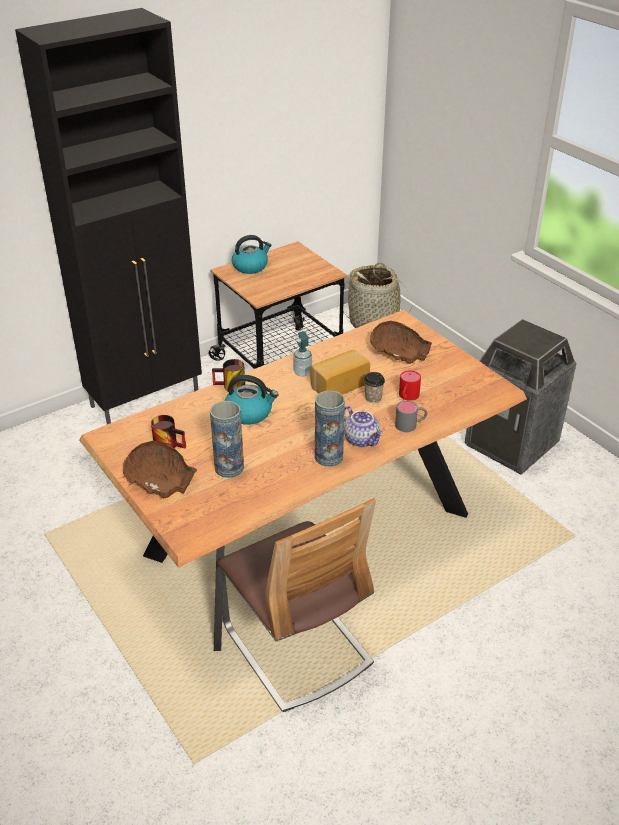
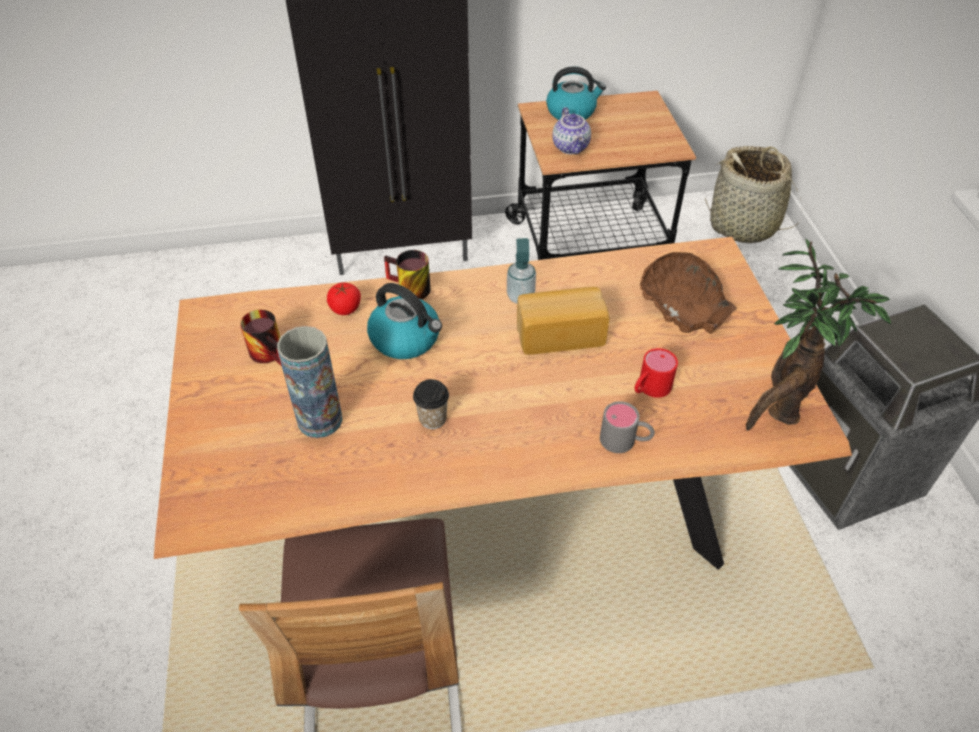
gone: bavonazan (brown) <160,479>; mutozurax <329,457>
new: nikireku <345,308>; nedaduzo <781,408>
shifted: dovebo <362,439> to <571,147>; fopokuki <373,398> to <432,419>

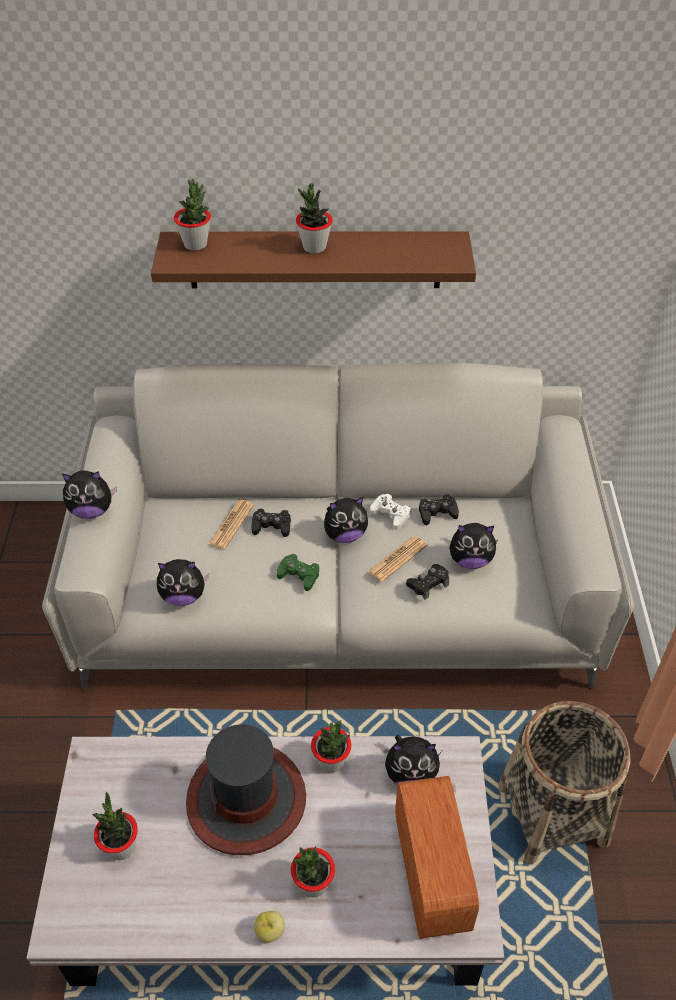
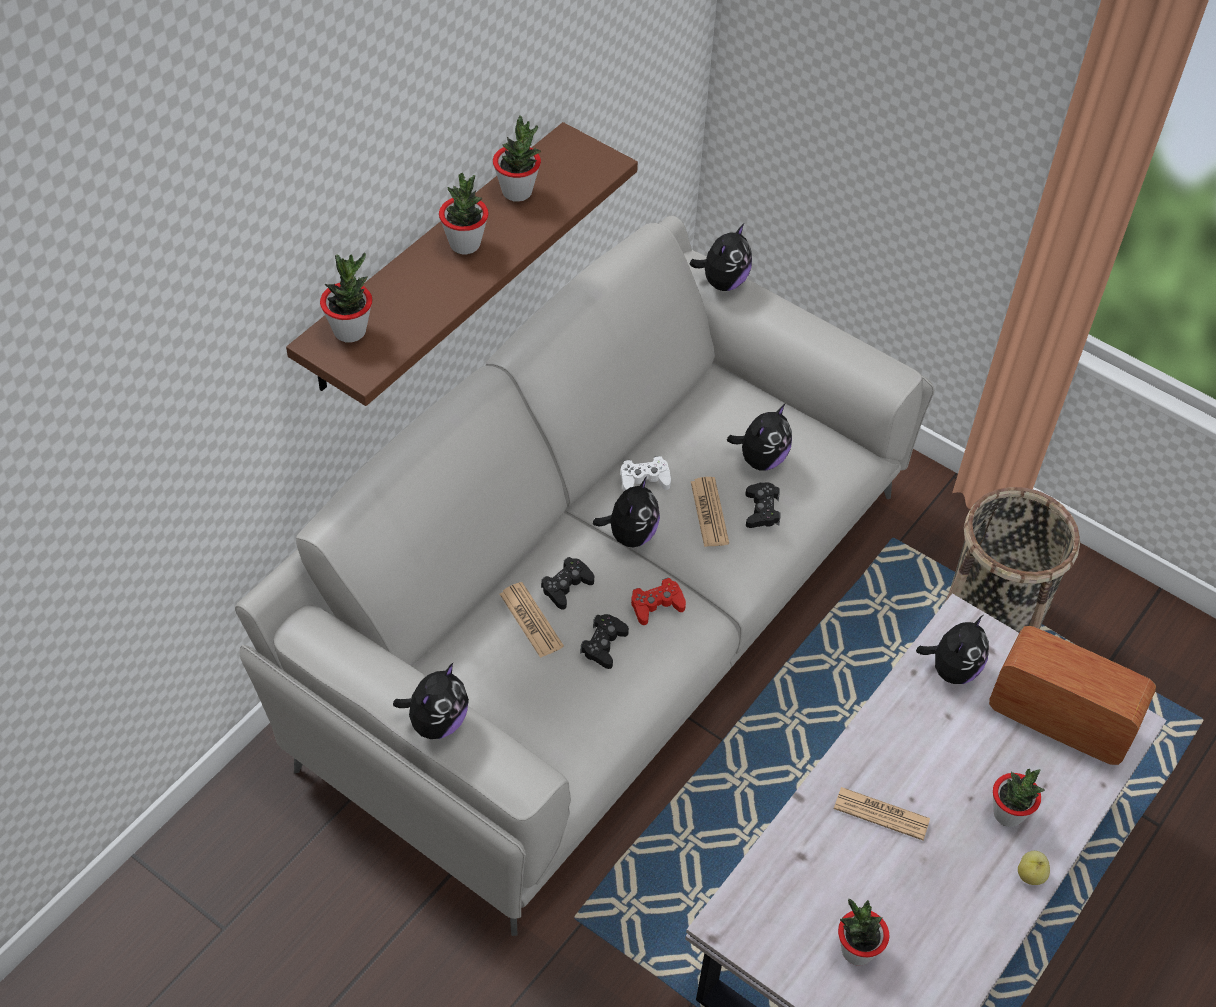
shifted: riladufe <183,596> to <723,282>; nedaduzo <331,762> to <517,192>; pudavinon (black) <437,513> to <603,645>
swapped: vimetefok <247,798> to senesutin <881,814>
repainted: pudavinon (green) <299,575> to pudavinon (red) <656,605>

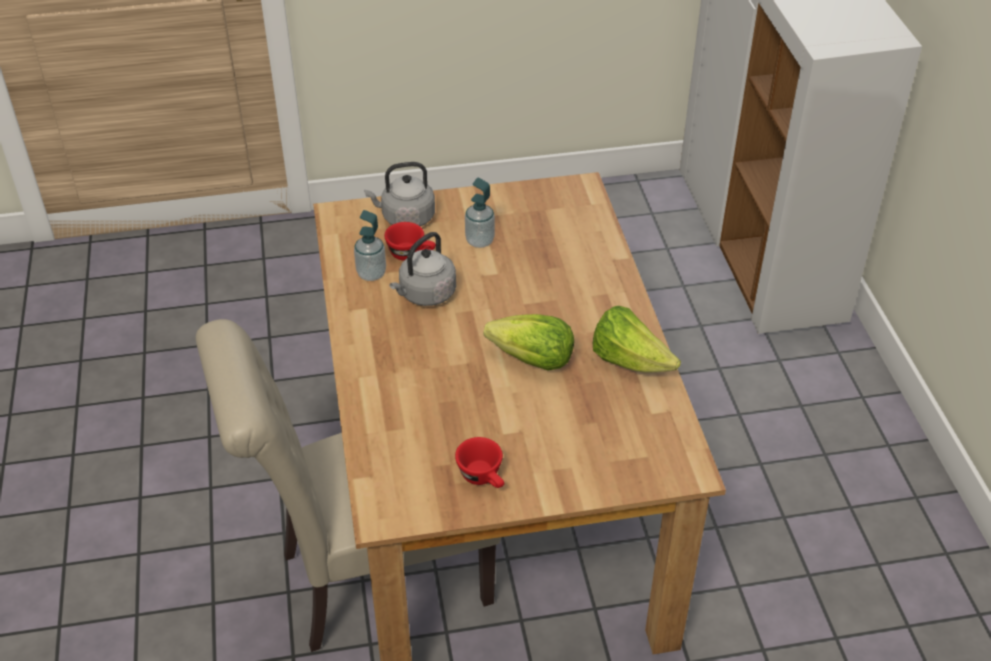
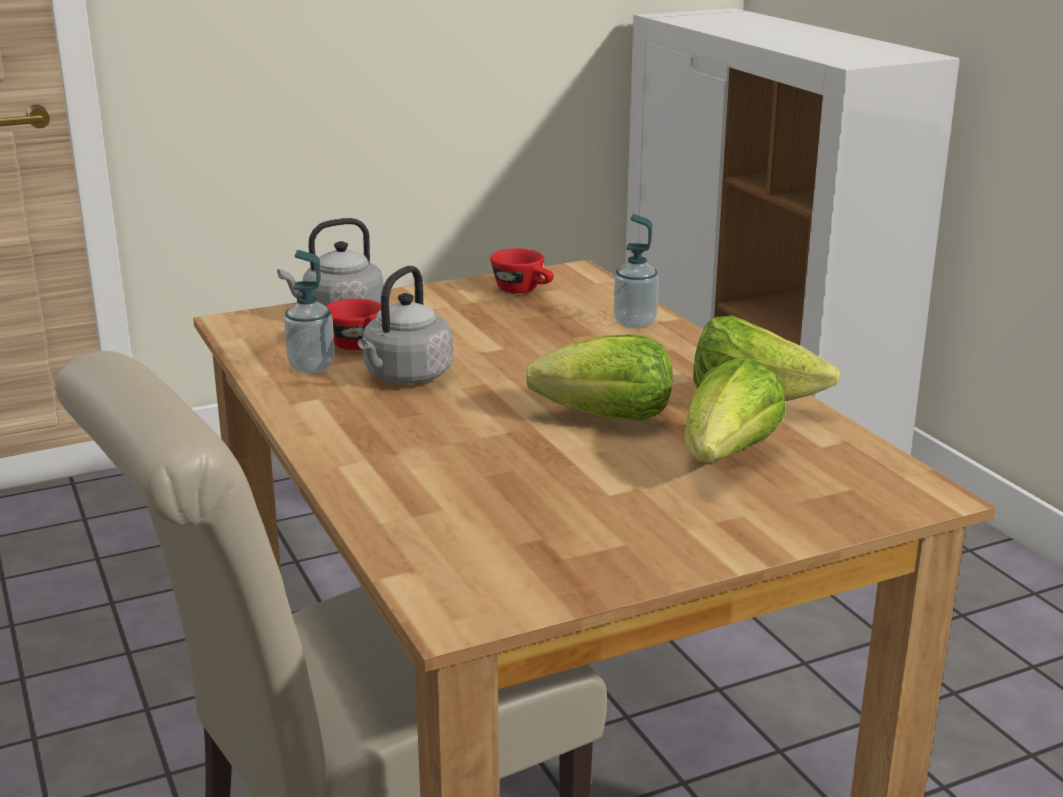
new: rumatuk <727,458>
shifted: fopokuki (red) <484,478> to <524,290>; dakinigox <480,241> to <634,323>

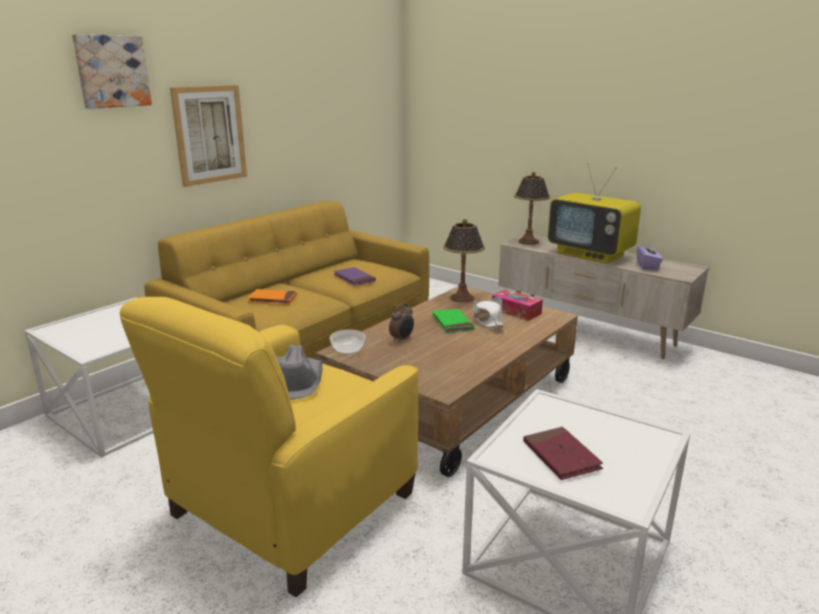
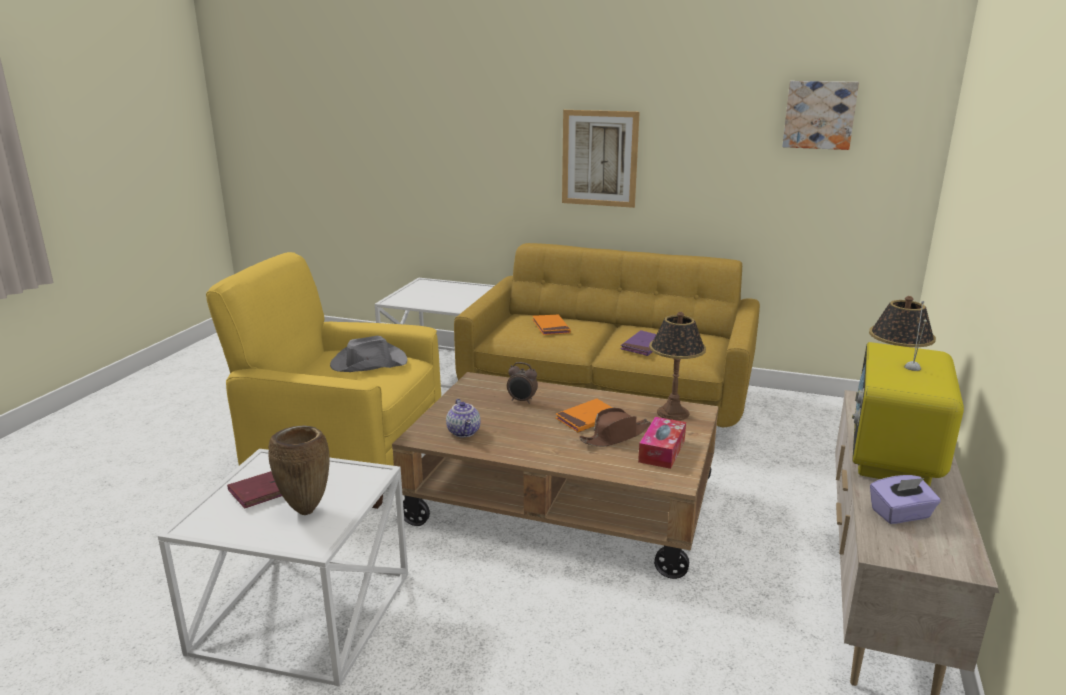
gone: bavonazan <347,349>
new: mutozurax (brown) <306,510>; dovebo <464,432>
shifted: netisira <111,71> to <819,115>
repainted: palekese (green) <452,323> to palekese (orange) <587,418>; vimetefok (white) <487,320> to vimetefok (brown) <615,436>

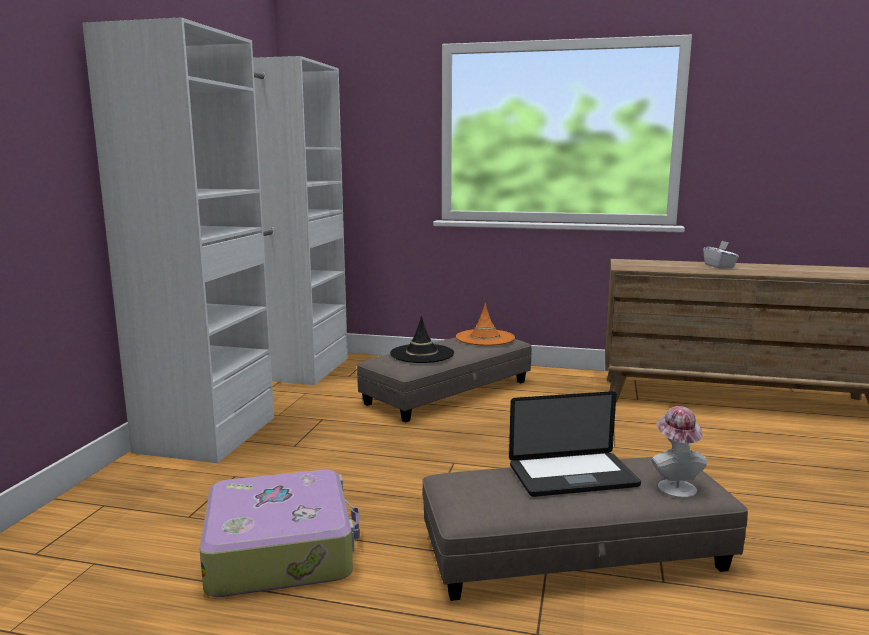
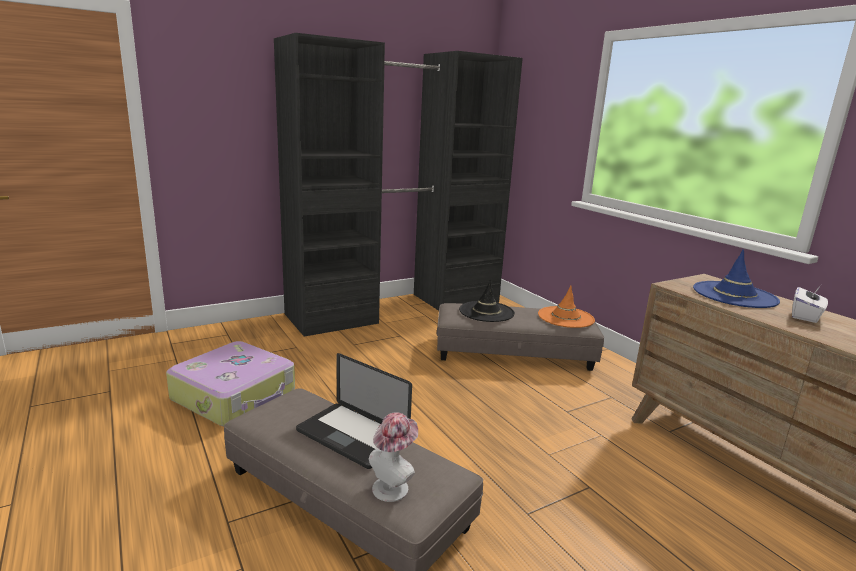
new: vimetefok (blue) <734,295>
repainted: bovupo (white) <260,396> to bovupo (black) <398,307>

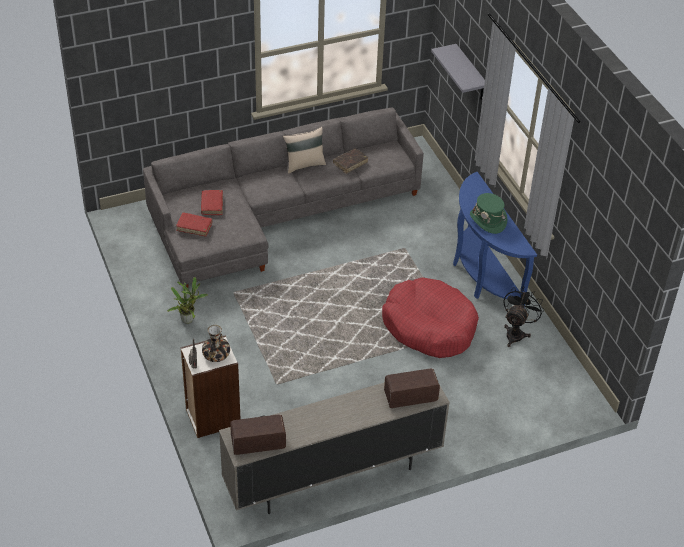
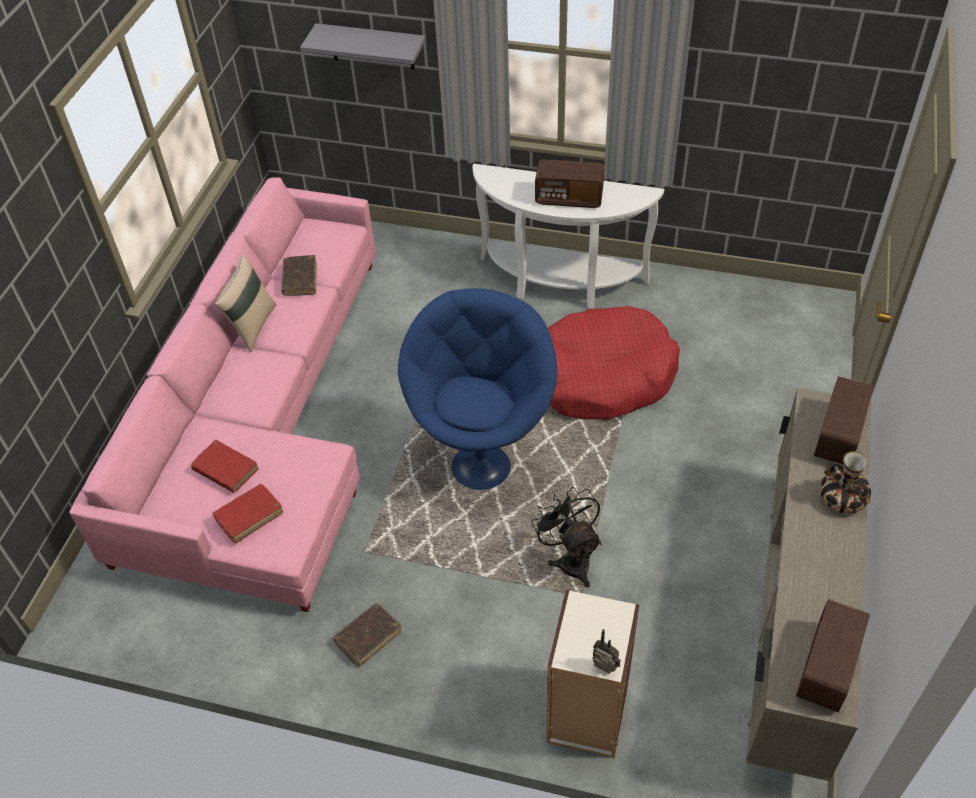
new: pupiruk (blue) <482,465>
shifted: mutozurax <216,355> to <842,499>; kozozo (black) <516,333> to <570,559>
swapped: nedaduzo <188,319> to palekese (brown) <368,637>; vimetefok (green) <488,220> to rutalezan <569,198>
repainted: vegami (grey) <273,214> to vegami (pink) <262,424>; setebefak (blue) <481,276> to setebefak (white) <559,284>

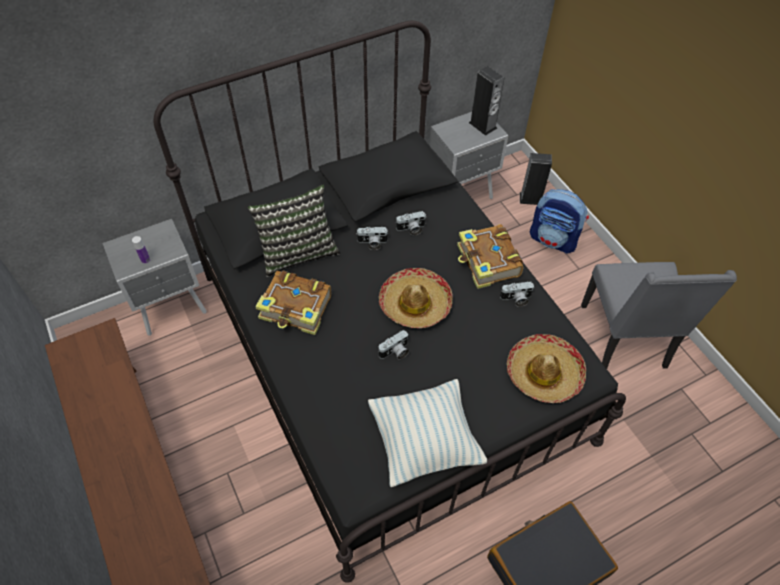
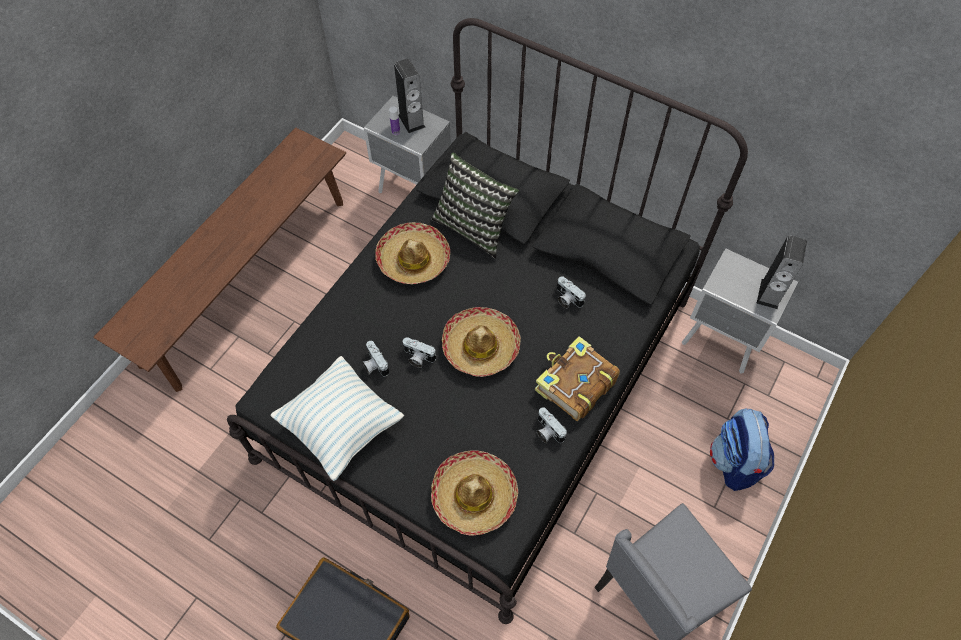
shifted: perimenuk <372,243> to <374,364>; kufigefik <530,198> to <411,121>
swapped: palekese <296,309> to vimetefok <413,259>

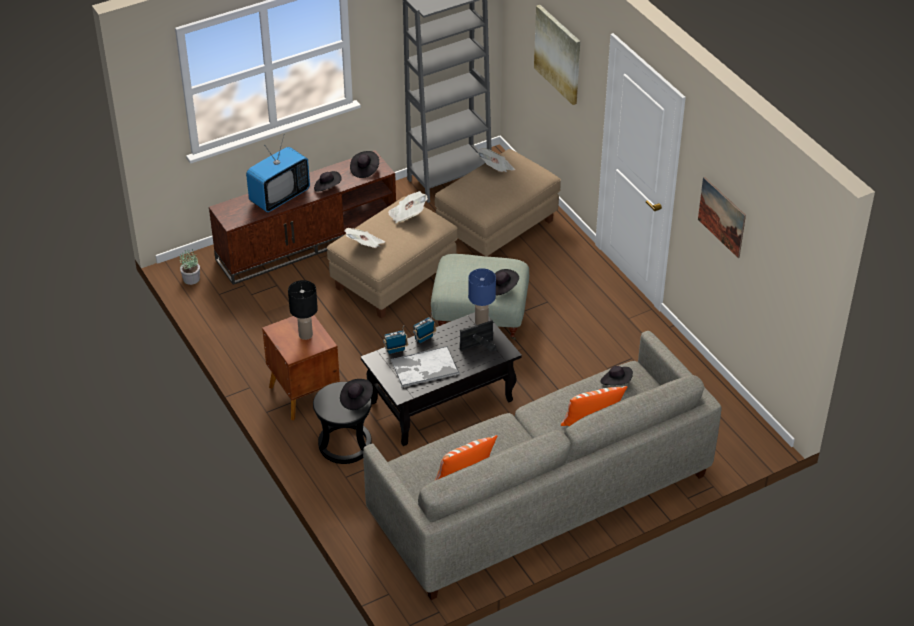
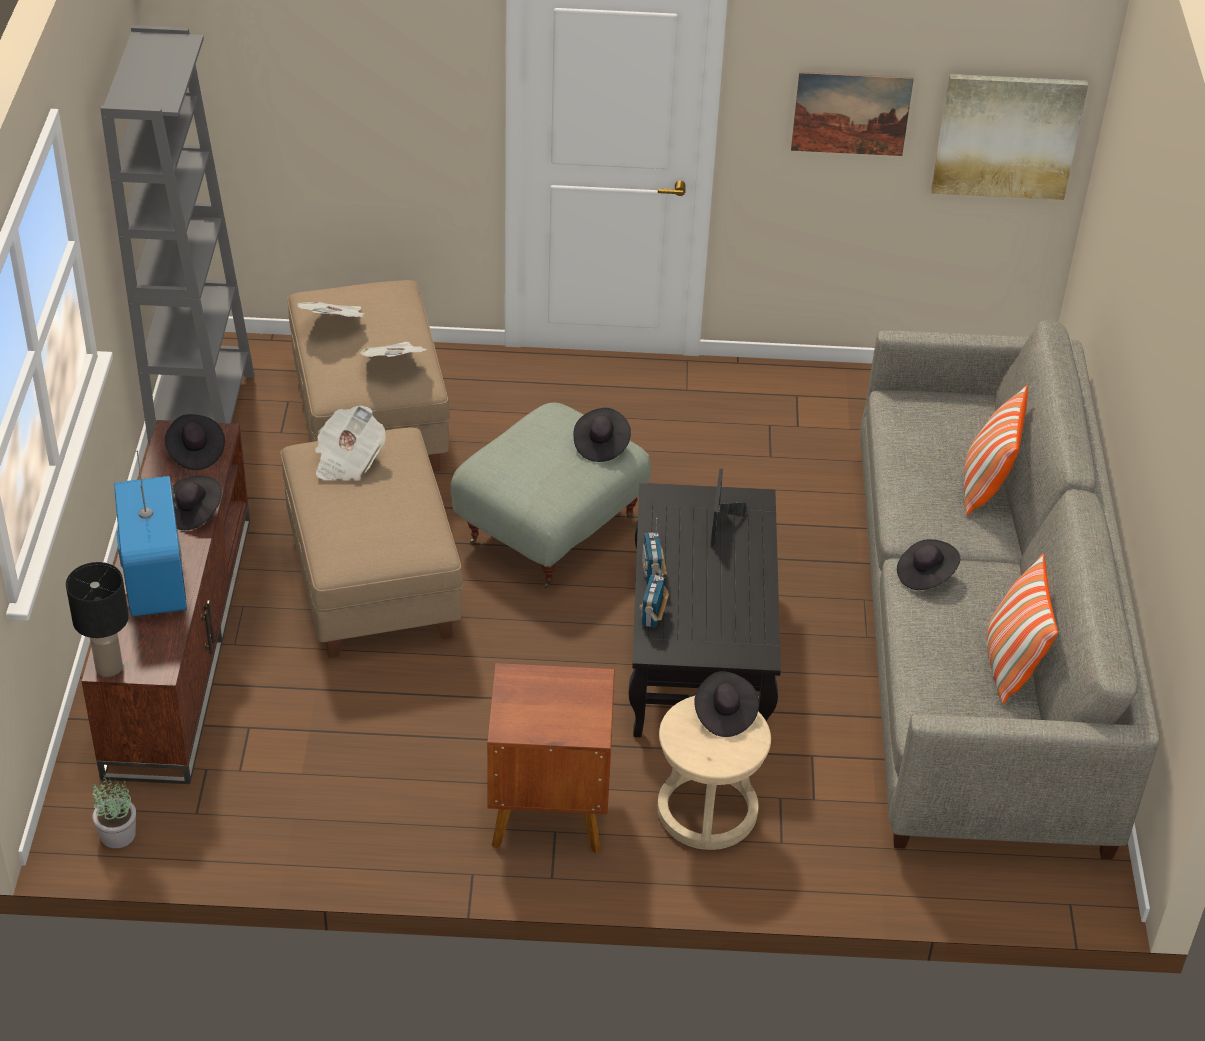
gone: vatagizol <424,368>; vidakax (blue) <481,322>
shifted: vidakax (black) <306,334> to <109,666>; senesutin <365,246> to <394,364>; netisira <558,54> to <1007,135>; vimetefok (black) <616,382> to <925,575>
repainted: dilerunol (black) <345,444> to dilerunol (beige) <706,810>

